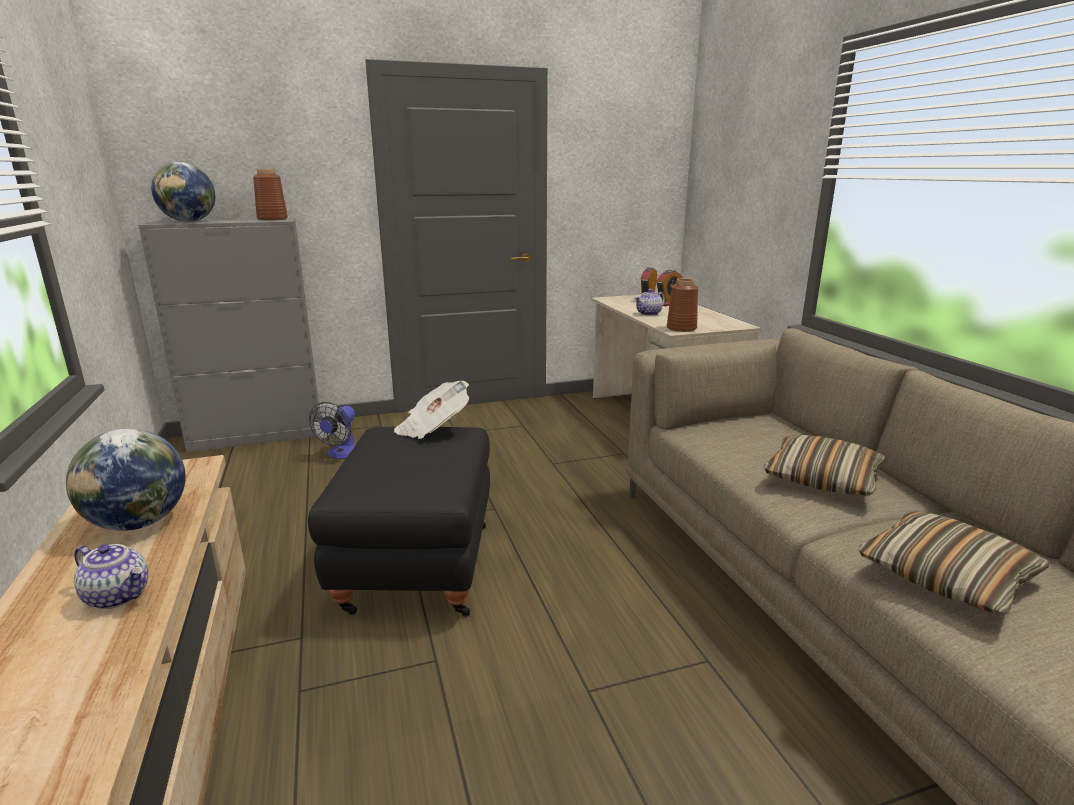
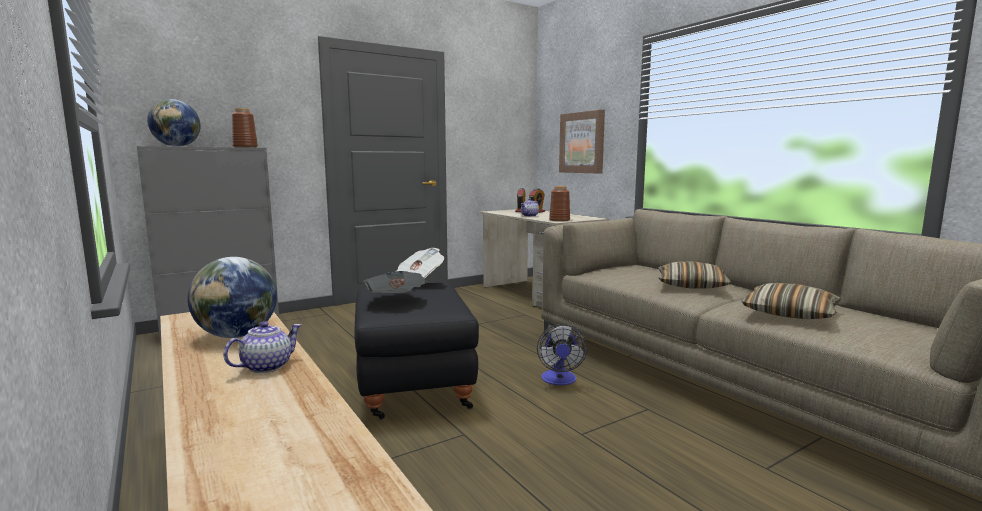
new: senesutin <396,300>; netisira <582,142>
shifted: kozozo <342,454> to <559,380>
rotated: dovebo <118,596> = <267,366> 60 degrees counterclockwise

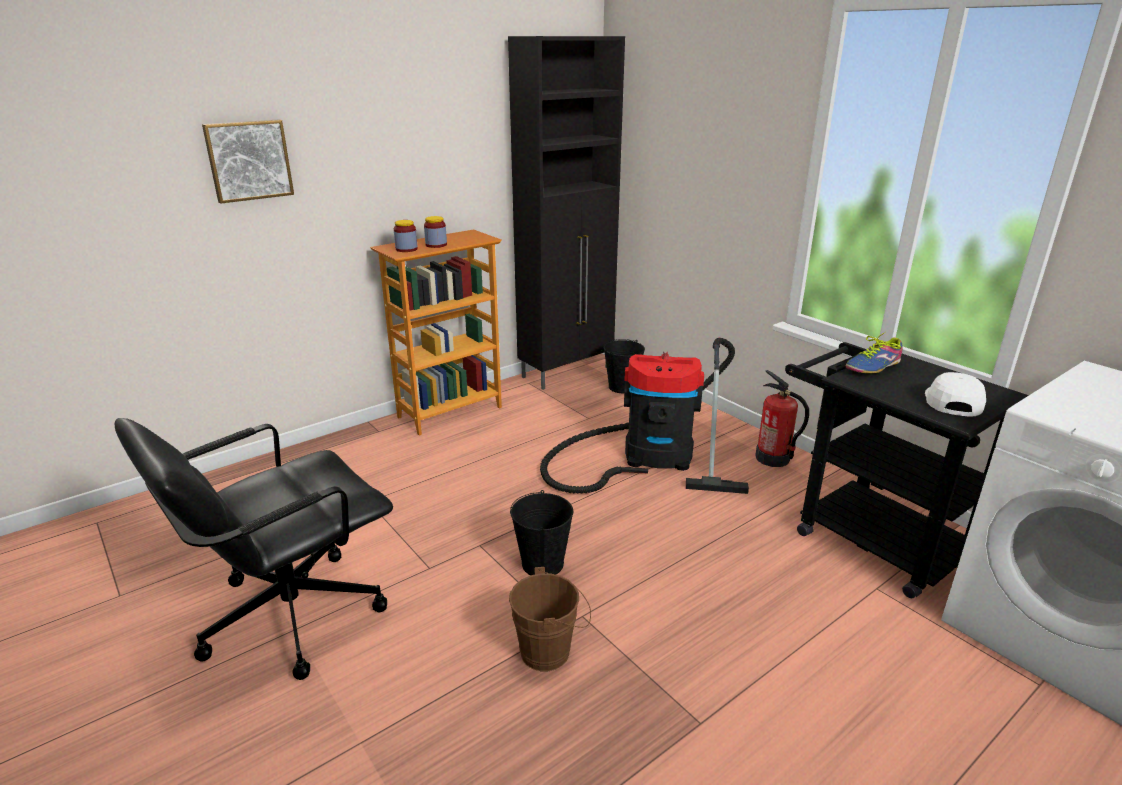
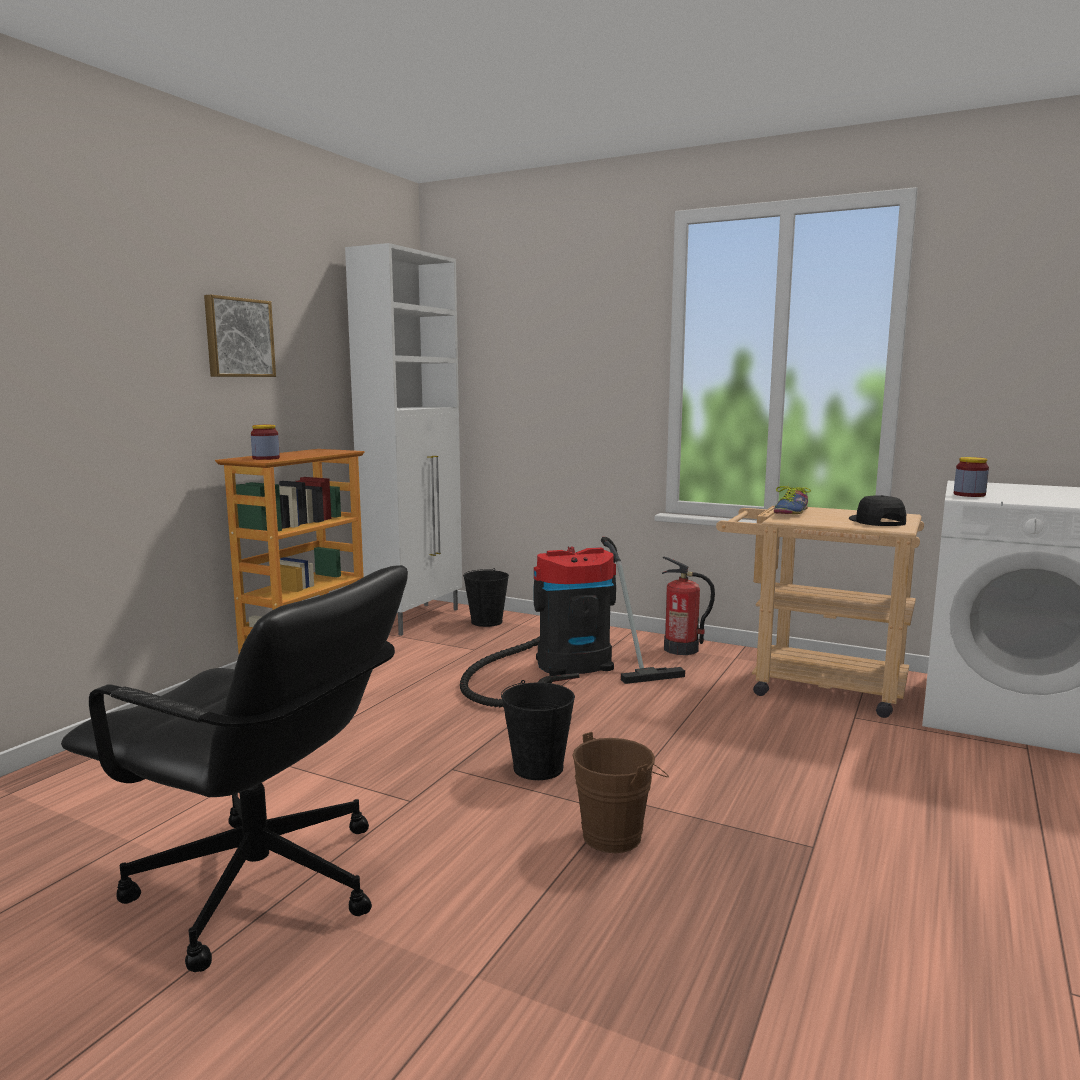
shifted: netisira <248,160> to <238,338>; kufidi <436,245> to <969,495>
repainted: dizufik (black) <567,372> to dizufik (white) <416,619>; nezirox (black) <868,535> to nezirox (beige) <812,685>; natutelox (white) <952,401> to natutelox (black) <876,521>
rotated: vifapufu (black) <290,614> = <261,887> 90 degrees counterclockwise

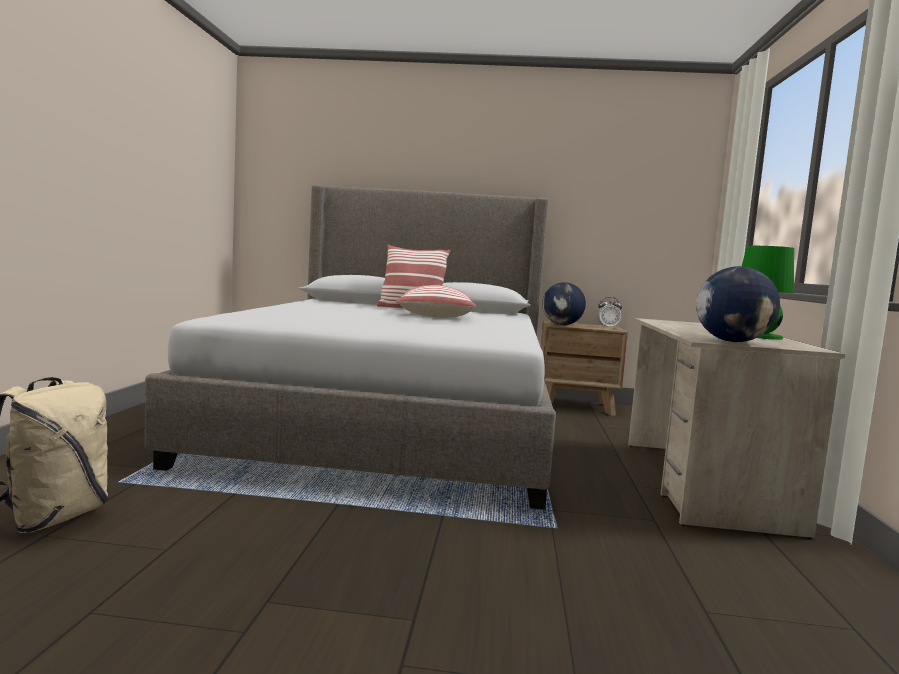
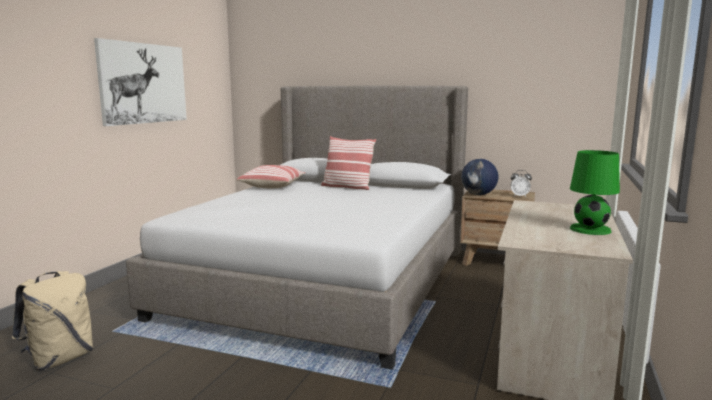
gone: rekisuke <732,341>
new: netisira <143,83>
shifted: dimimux <435,316> to <272,186>

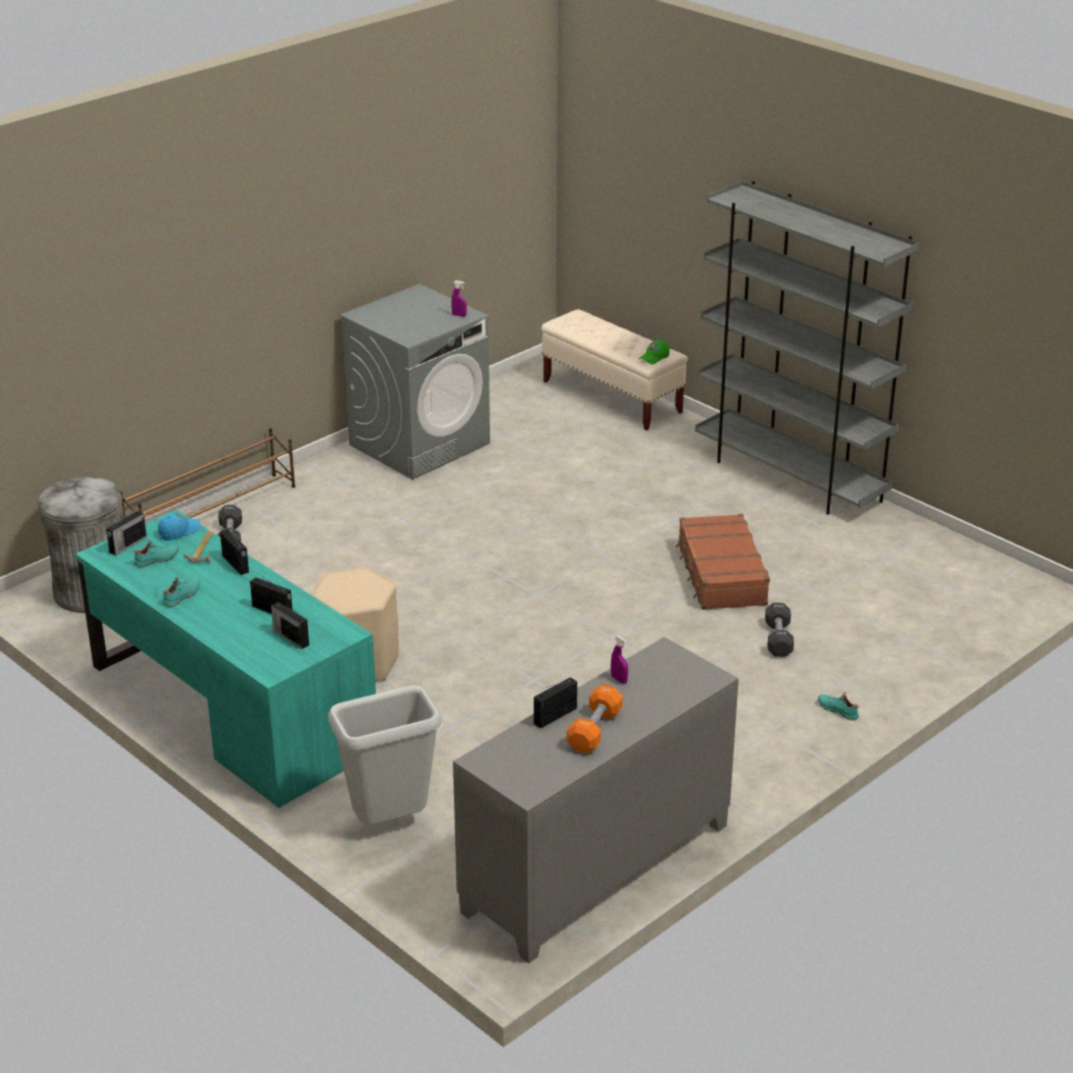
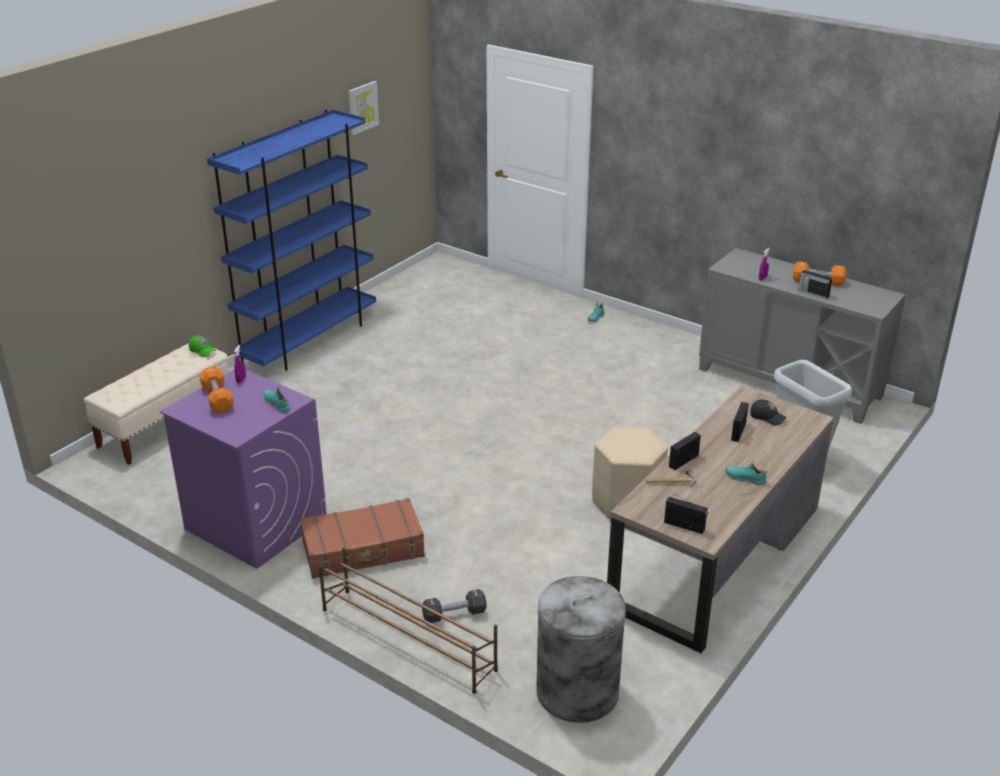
gone: natutelox (blue) <179,532>; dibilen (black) <778,639>
new: dibilen (orange) <217,399>; netisira <362,107>
shifted: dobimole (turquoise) <157,560> to <278,404>; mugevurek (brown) <720,575> to <363,549>
swapped: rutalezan <290,637> to natutelox (black) <767,418>
repainted: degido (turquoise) <231,709> to degido (brown) <716,556>; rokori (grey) <420,444> to rokori (purple) <255,523>; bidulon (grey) <790,477> to bidulon (blue) <309,340>

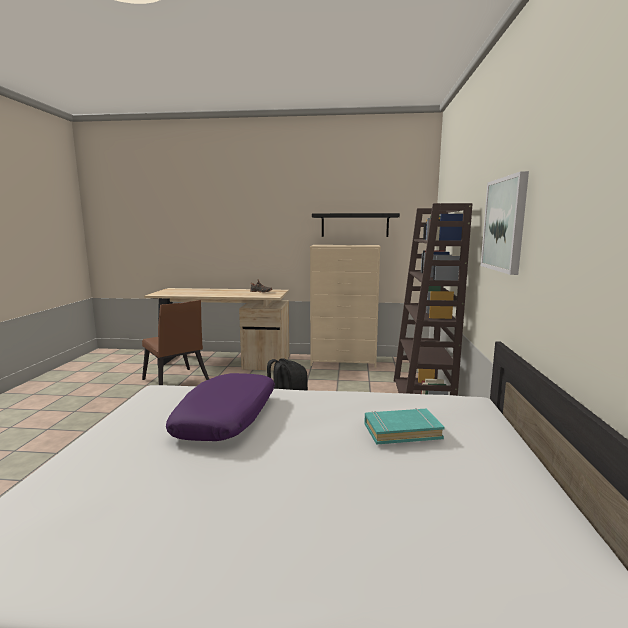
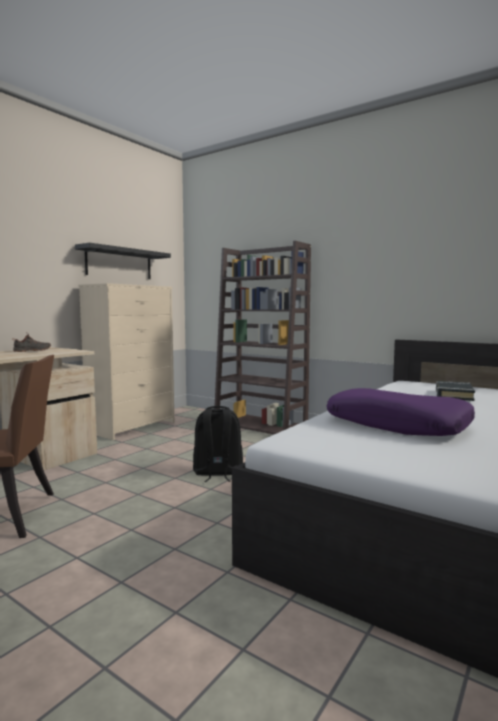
gone: netisira <505,224>
repainted: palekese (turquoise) <402,431> to palekese (black) <453,395>

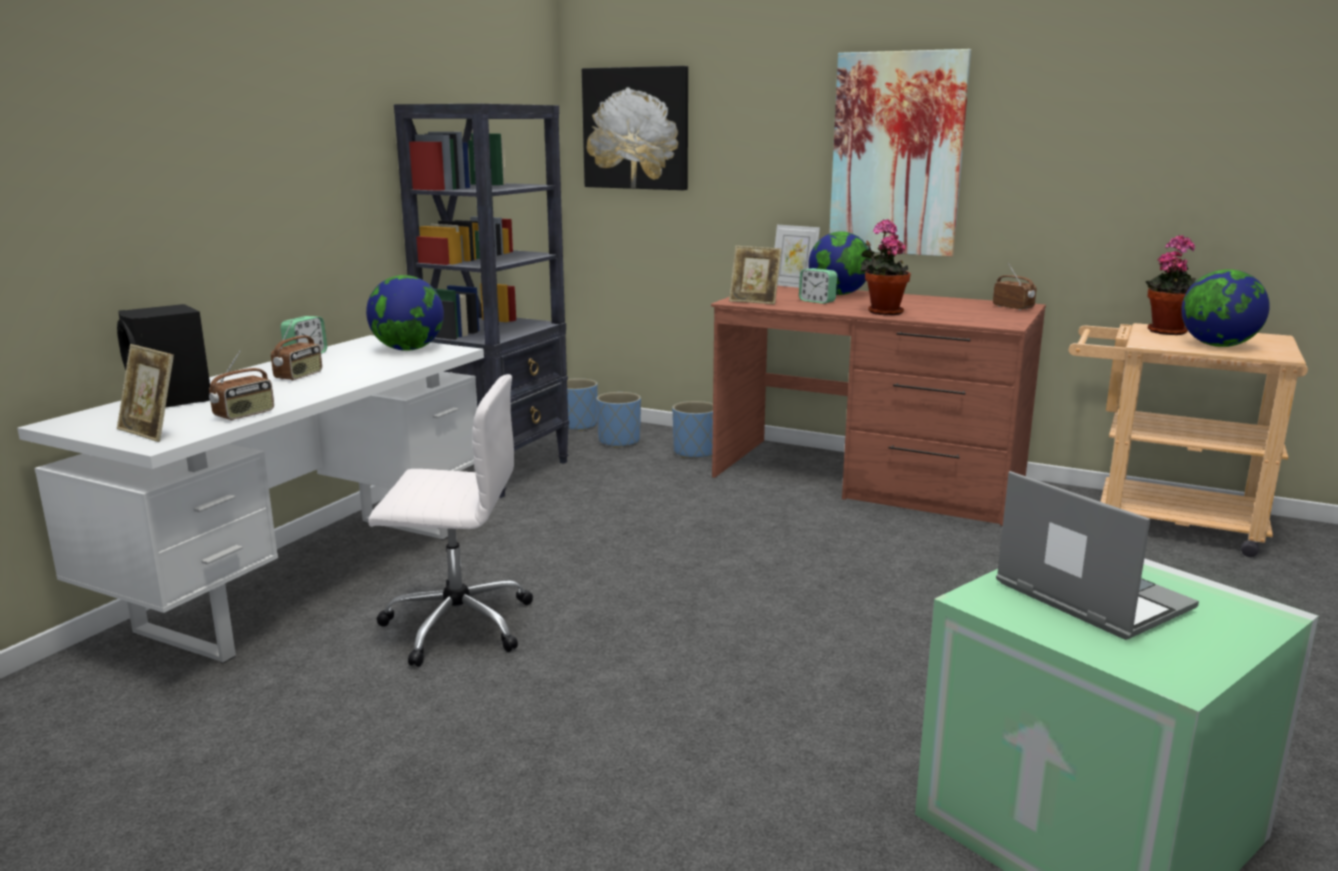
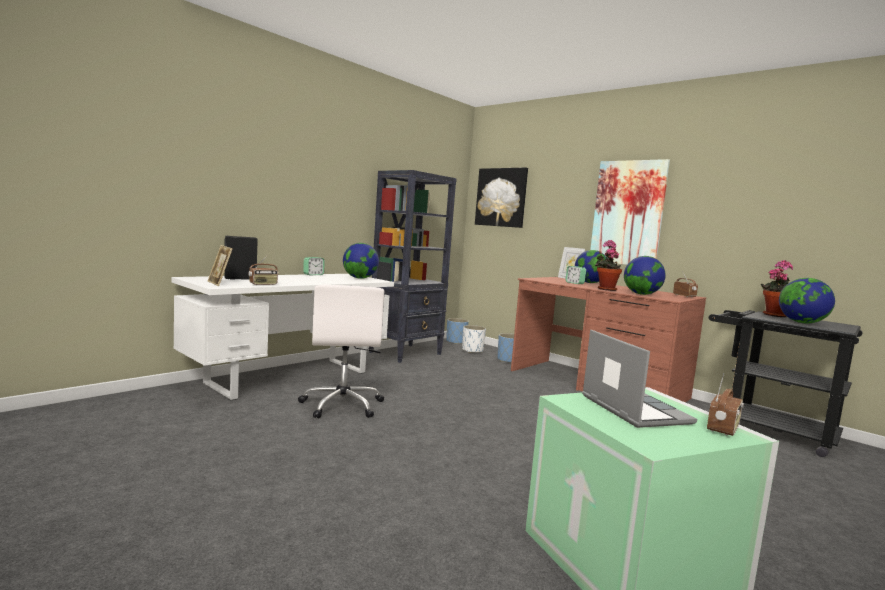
gone: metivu <754,301>
new: rekisuke <641,294>
shifted: rutalezan <299,376> to <723,429>
repainted: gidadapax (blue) <619,441> to gidadapax (white) <472,350>; nezirox (beige) <1159,521> to nezirox (black) <767,430>
rotated: vifapufu (white) <455,624> = <342,405> 60 degrees clockwise

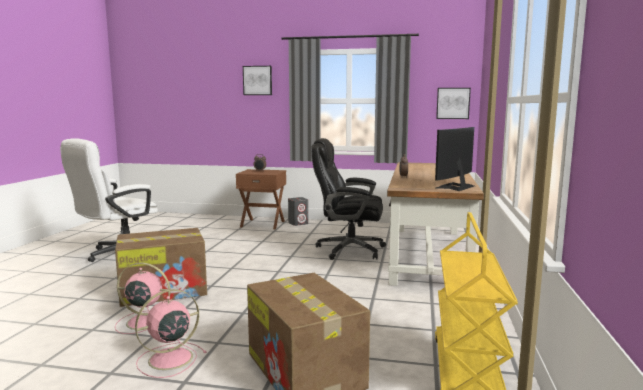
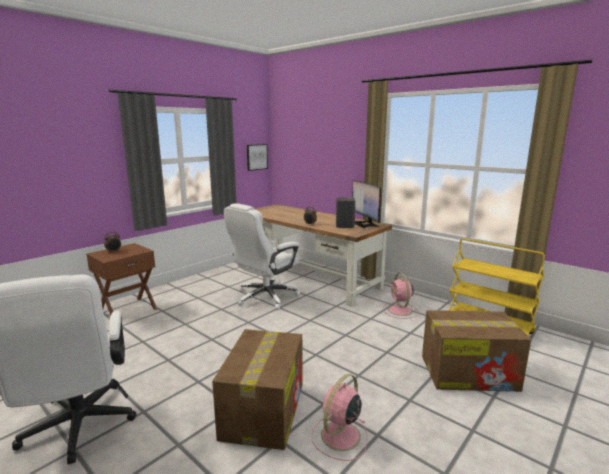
gone: netisira <257,80>
shifted: kozozo (pink) <168,359> to <400,311>; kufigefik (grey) <298,223> to <344,226>
repainted: vifapufu (black) <348,250> to vifapufu (white) <265,297>

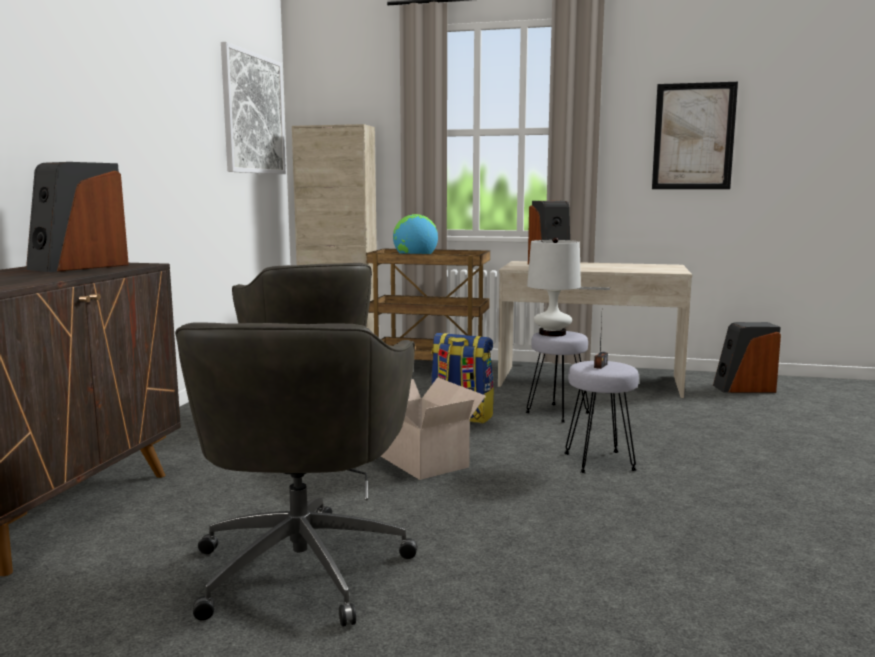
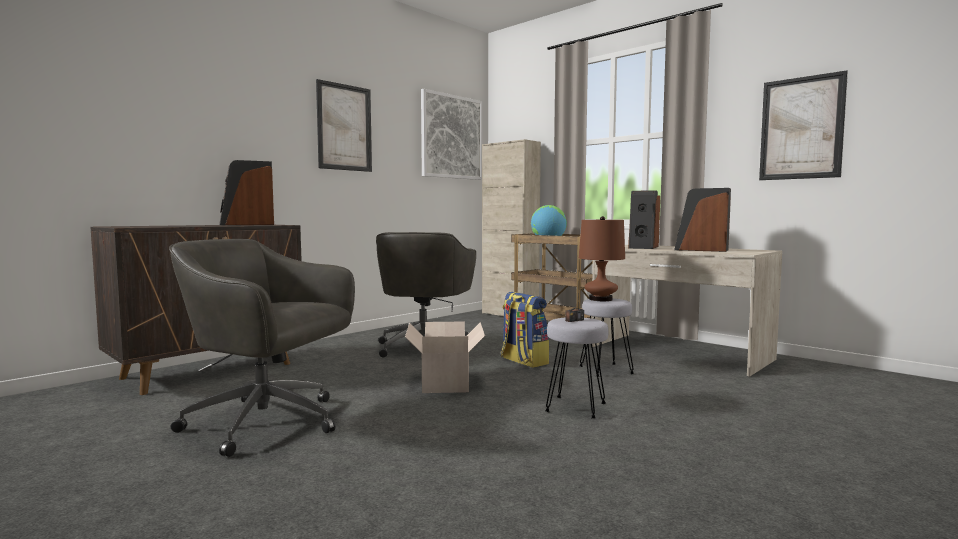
new: netisira <344,127>
shifted: kufigefik <744,388> to <702,250>
repainted: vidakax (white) <552,333> to vidakax (brown) <600,299>
rotated: vifapufu (grey) <303,565> = <268,423> 75 degrees clockwise

